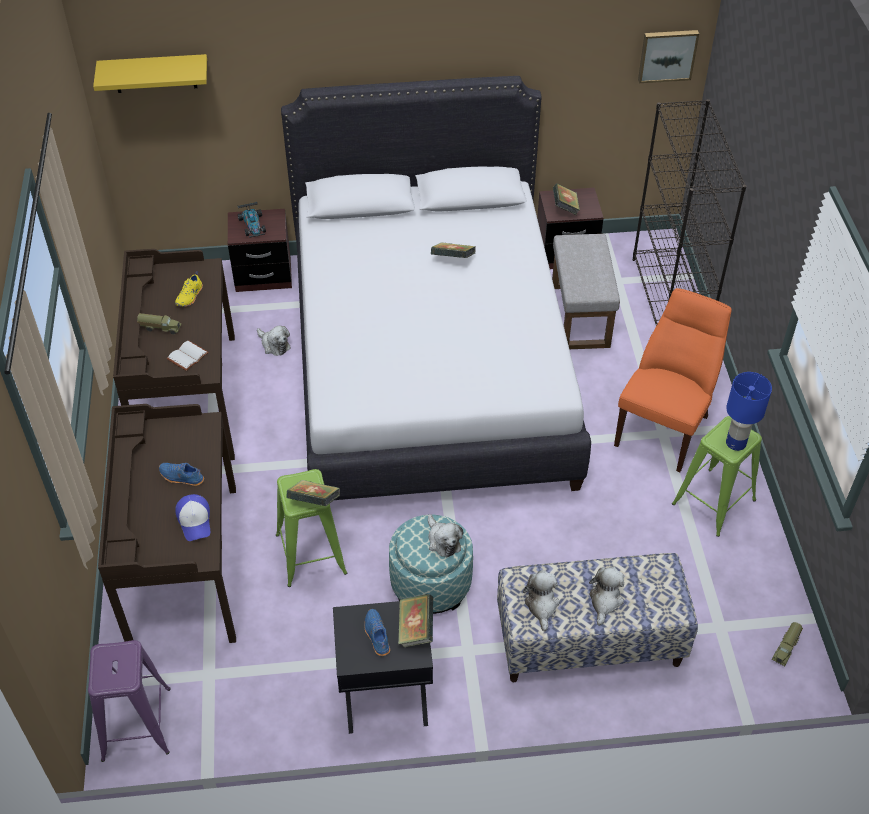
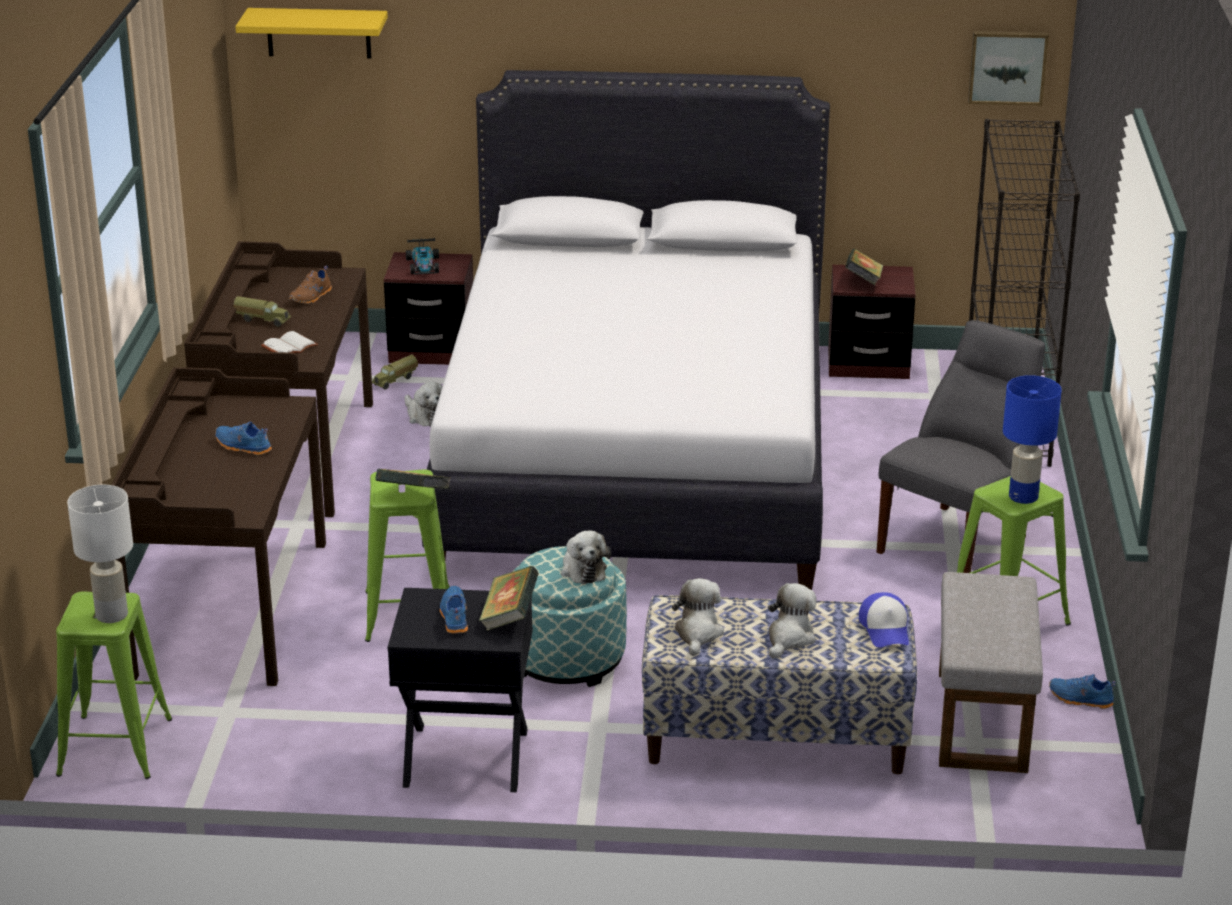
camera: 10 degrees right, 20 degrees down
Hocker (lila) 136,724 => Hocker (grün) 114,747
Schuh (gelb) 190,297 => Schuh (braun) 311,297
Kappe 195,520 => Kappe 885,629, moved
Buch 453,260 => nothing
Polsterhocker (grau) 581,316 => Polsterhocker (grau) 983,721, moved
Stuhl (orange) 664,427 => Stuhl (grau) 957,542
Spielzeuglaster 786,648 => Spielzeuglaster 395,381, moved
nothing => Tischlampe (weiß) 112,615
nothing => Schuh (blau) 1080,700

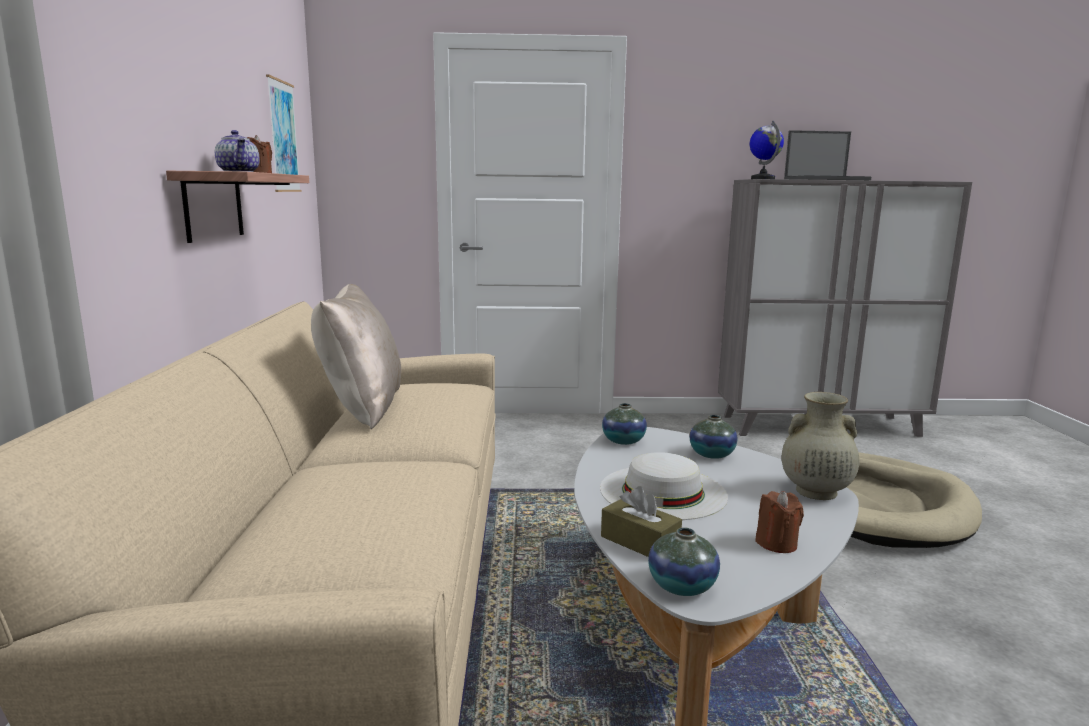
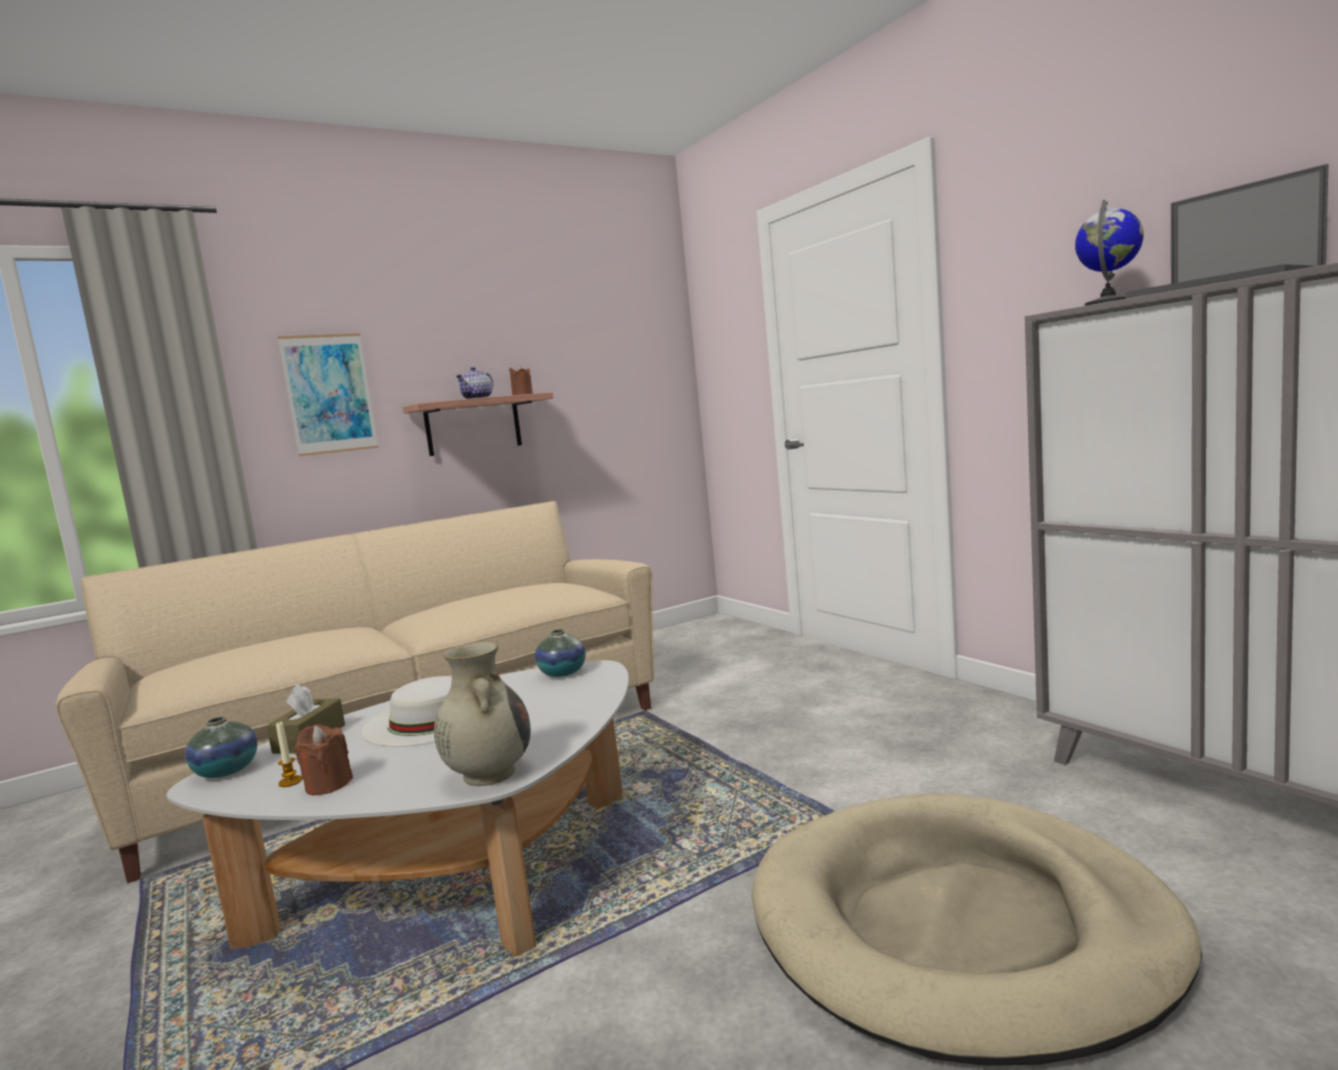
camera: 60 degrees right, 5 degrees down
Bild 283,137 => Bild 329,394, moved
Kissen (beige) 362,408 => nothing
Vase 712,454 => nothing
nothing => Kerze 290,782

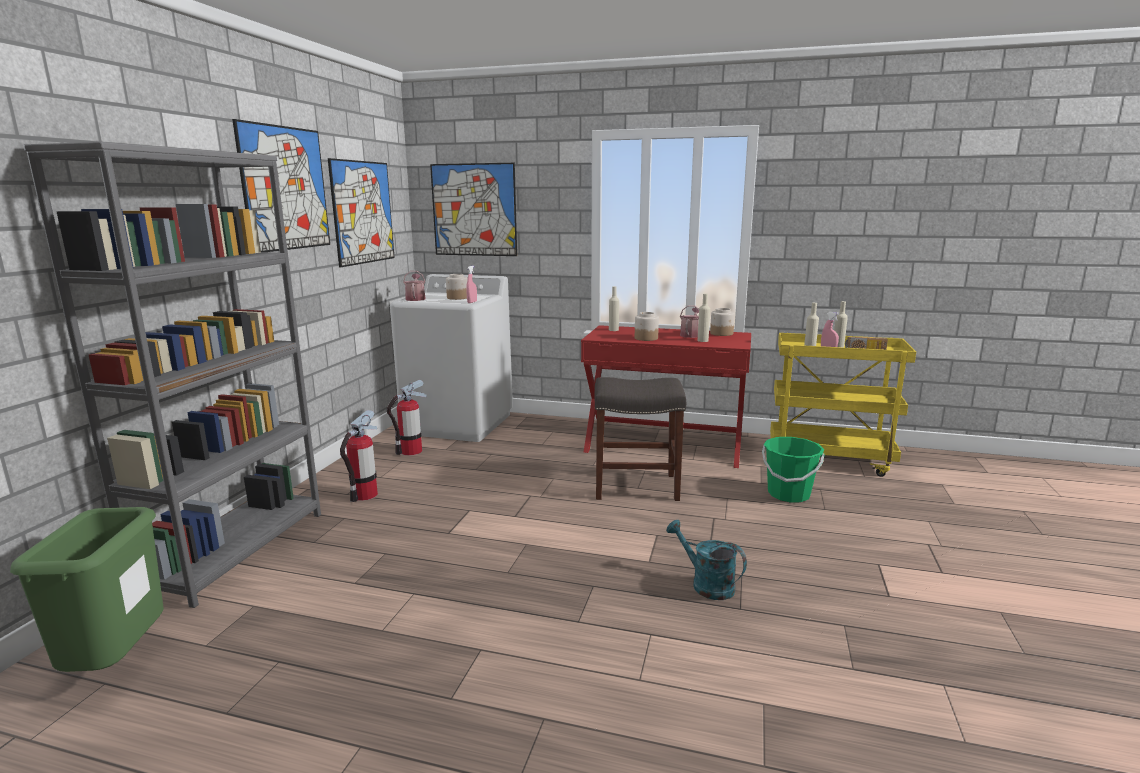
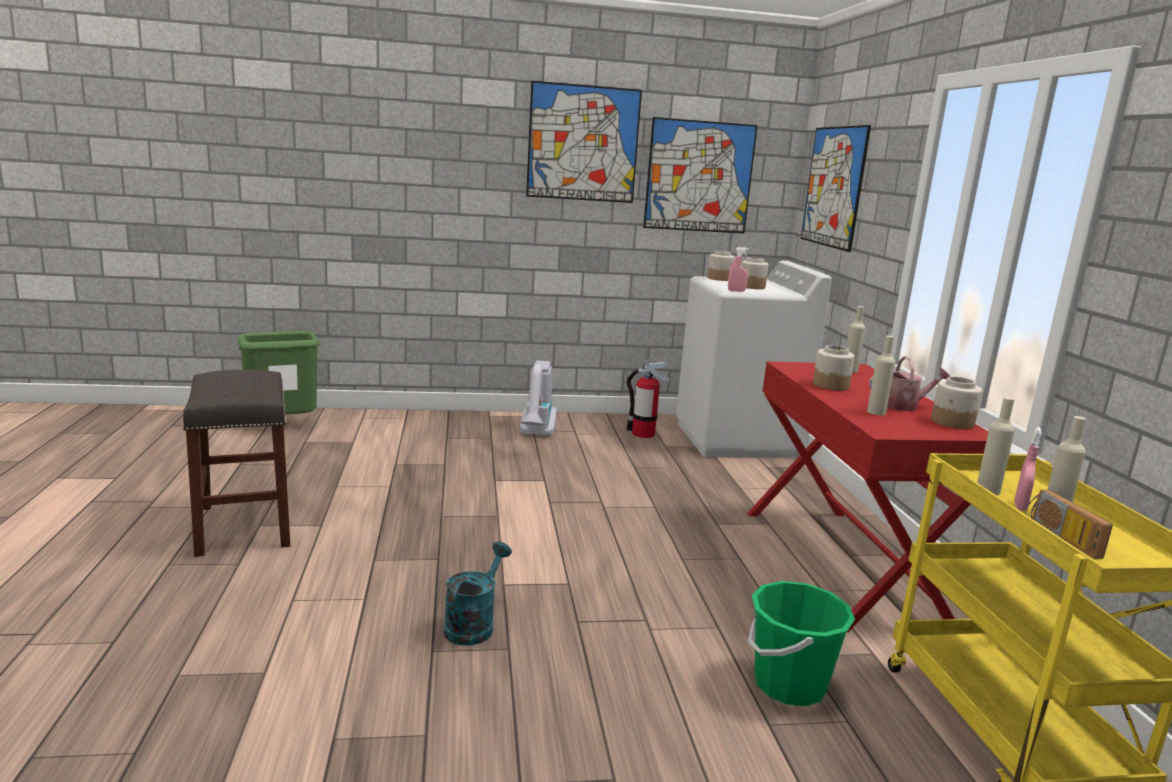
camera: 65 degrees right, 0 degrees up
Bücherregal (grau) 236,550 => nothing
Feuerlöscher 364,495 => Staubsauger 536,436
Gießkanne 415,299 => Vorratsglas 720,279
Hocker (grau) 634,487 => Hocker (grau) 243,525, moved

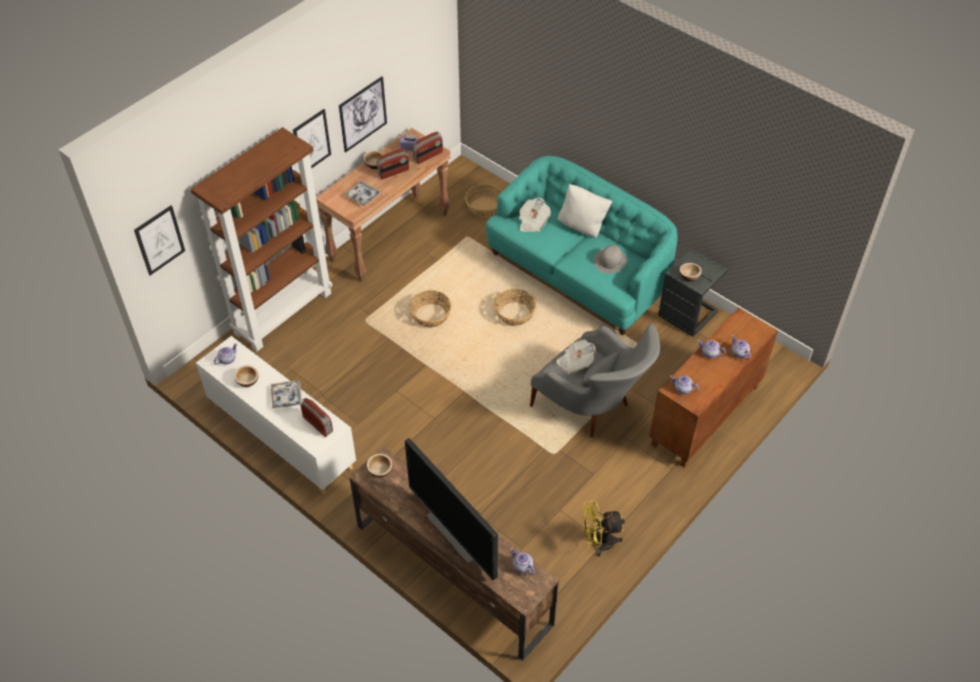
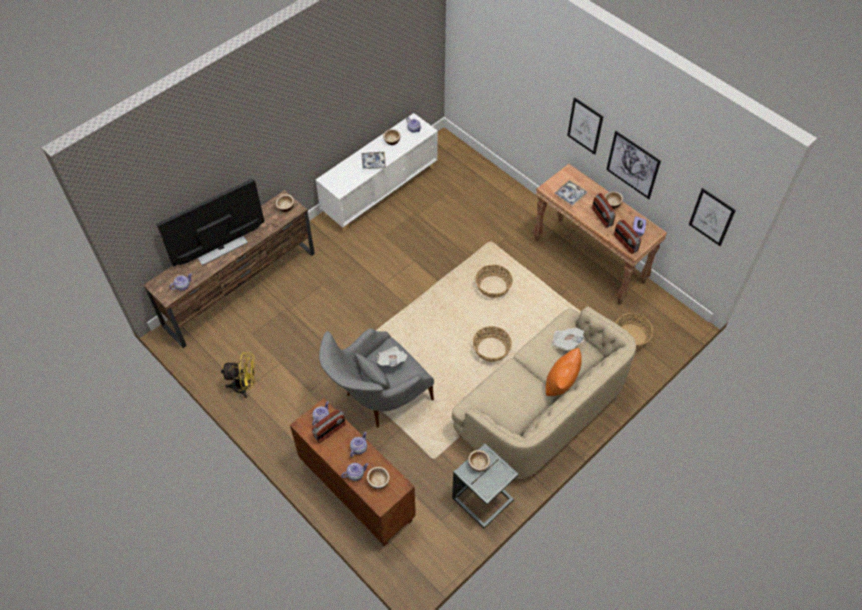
camera: 95 degrees right, 5 degrees up
Bild 159,240 => Bild 711,217, moved
Bücherregal (braun) 283,312 => nothing
Radio 318,424 => Radio 330,431, moved
Sofa (türkis) 579,273 => Sofa (beige) 541,408
Kissen (weiß) 582,227 => Kissen (orange) 561,386
Ventilator (gelb) 598,542 => Ventilator (gelb) 245,386, 90 degrees clockwise
Hut (grau) 610,261 => nothing
nothing => Schüssel 378,481

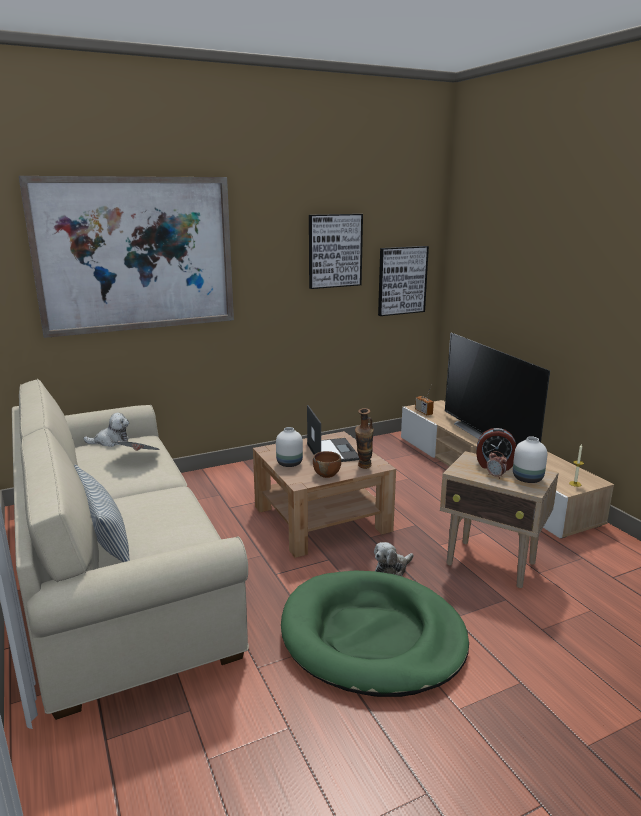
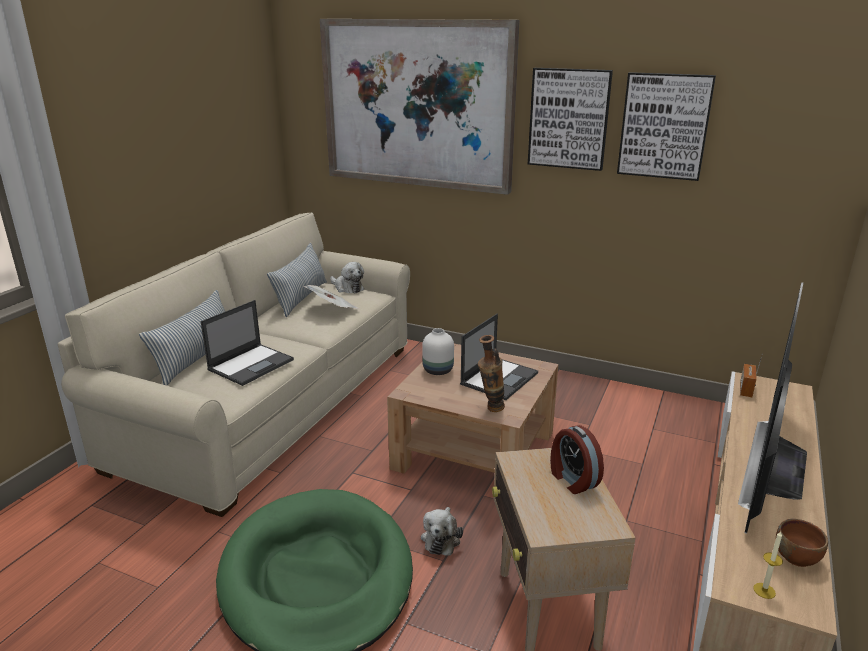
camera: 50 degrees right, 5 degrees up
Schüssel (braun) 327,474 => Schüssel (braun) 796,557, moved
Plüschtier 392,570 => Plüschtier 441,538, 90 degrees counterclockwise
Bild 402,280 => Bild 569,119, moved
Wecker 495,476 => nothing
Vase (weiß) 528,479 => nothing
nothing => Laptop 251,364
nothing => Kissen 301,298

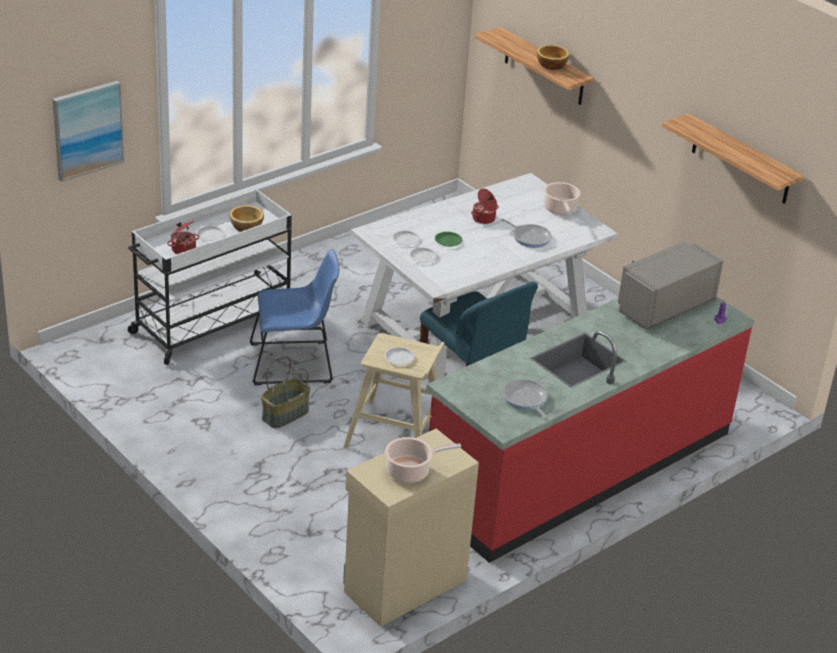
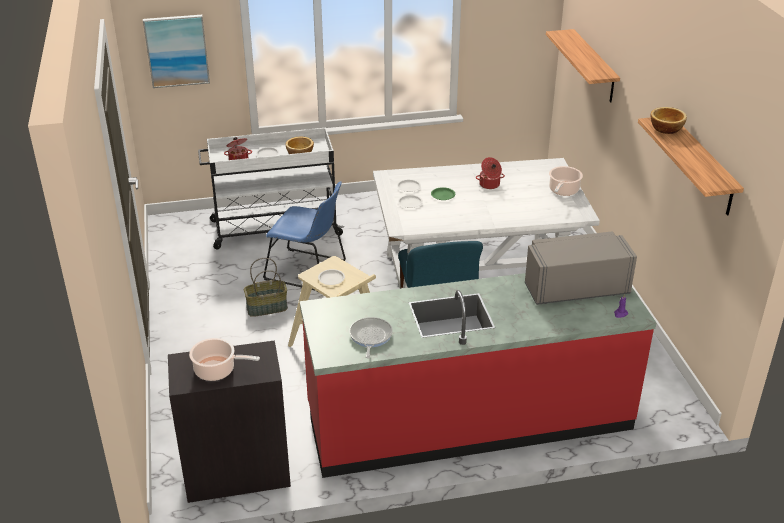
camera: 30 degrees right, 0 degrees up
Schrank (beige) 403,585 => Schrank (schwarz) 236,473
Pfanne 529,237 => nothing
Schüssel 551,65 => Schüssel 666,128, moved

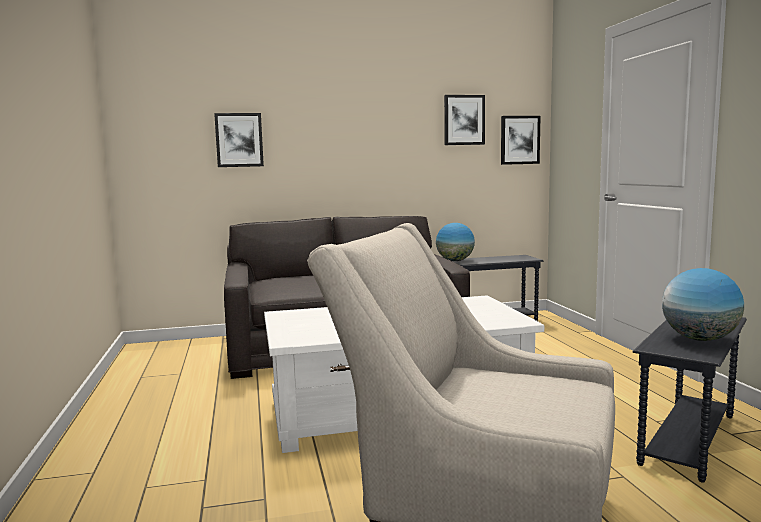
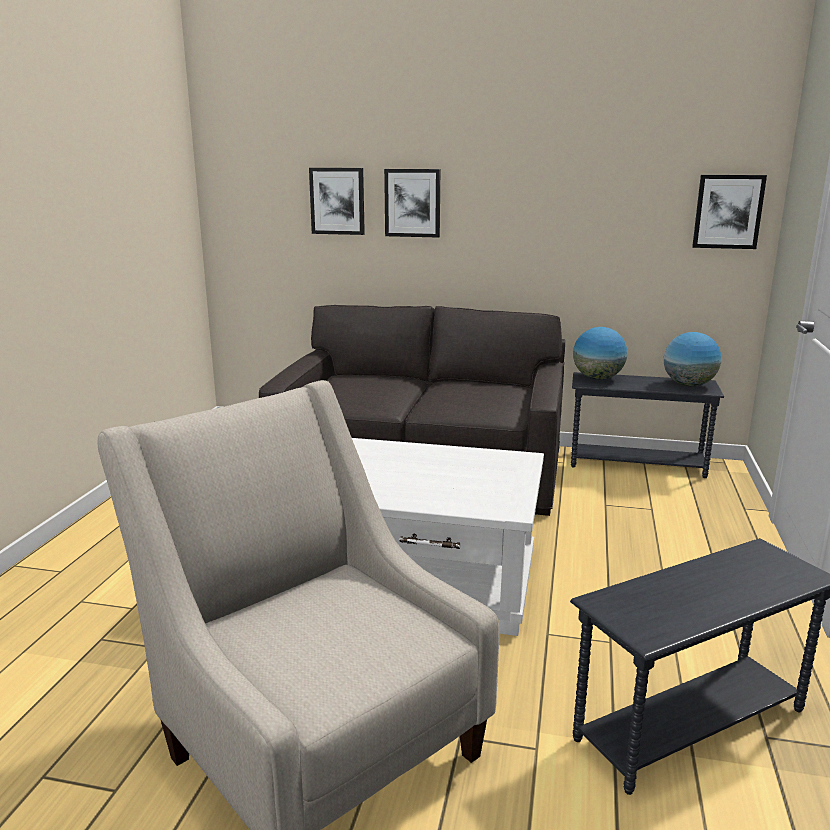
camera: 25 degrees right, 10 degrees up
Bild 464,120 => Bild 412,203, moved
Globus 699,339 => Globus 688,385, moved

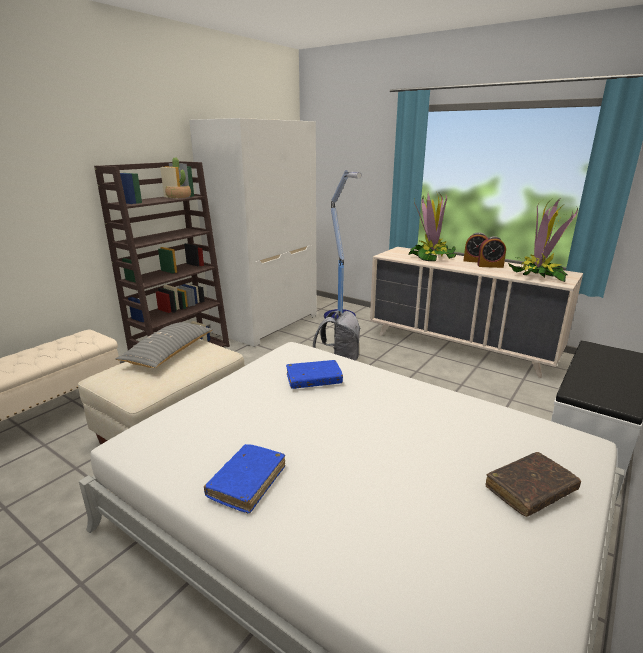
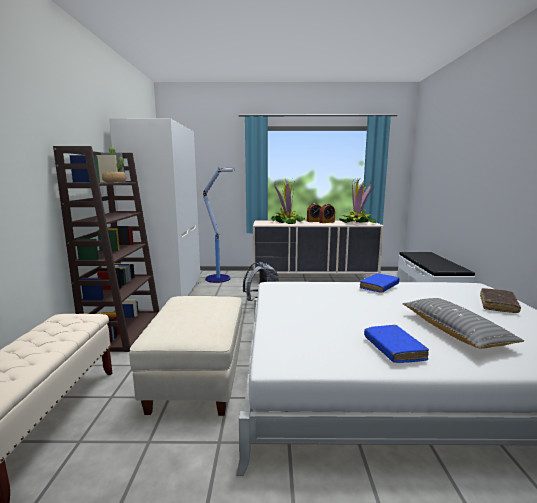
camera: 35 degrees left, 10 degrees down
Kissen (grau) 169,353 => Kissen (grau) 454,331, moved
Buch (blau) 314,380 => Buch (blau) 379,287, moved

